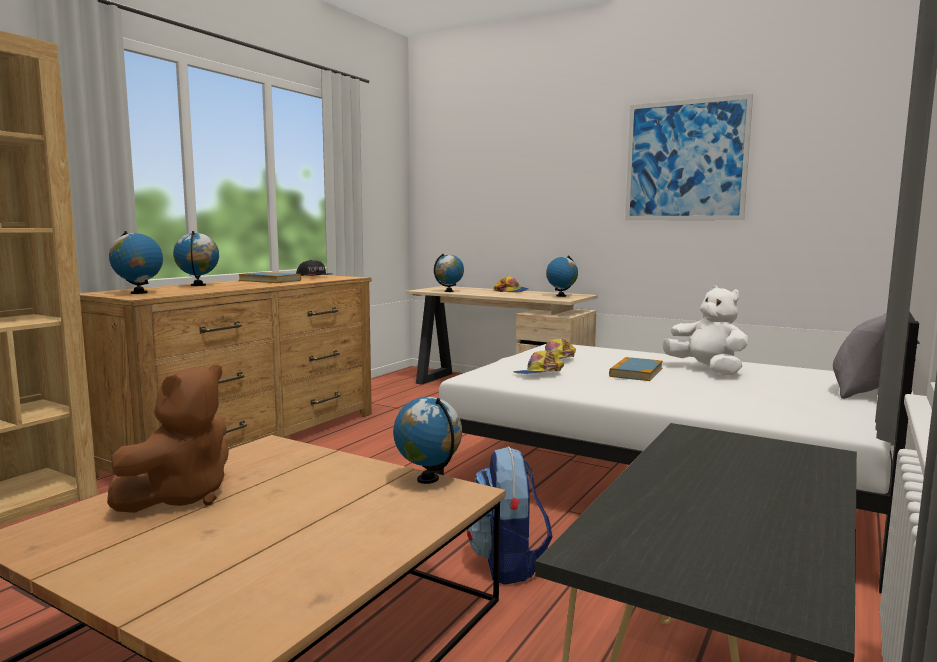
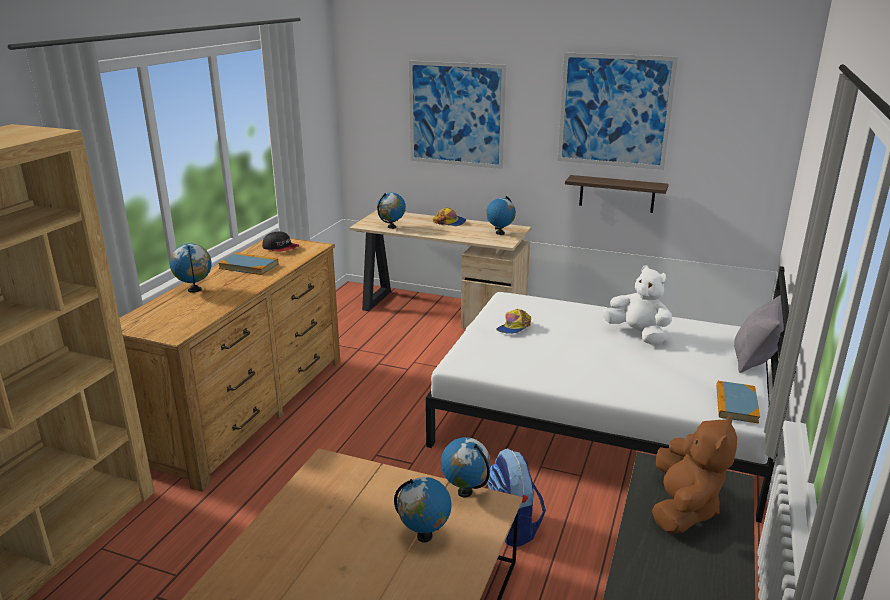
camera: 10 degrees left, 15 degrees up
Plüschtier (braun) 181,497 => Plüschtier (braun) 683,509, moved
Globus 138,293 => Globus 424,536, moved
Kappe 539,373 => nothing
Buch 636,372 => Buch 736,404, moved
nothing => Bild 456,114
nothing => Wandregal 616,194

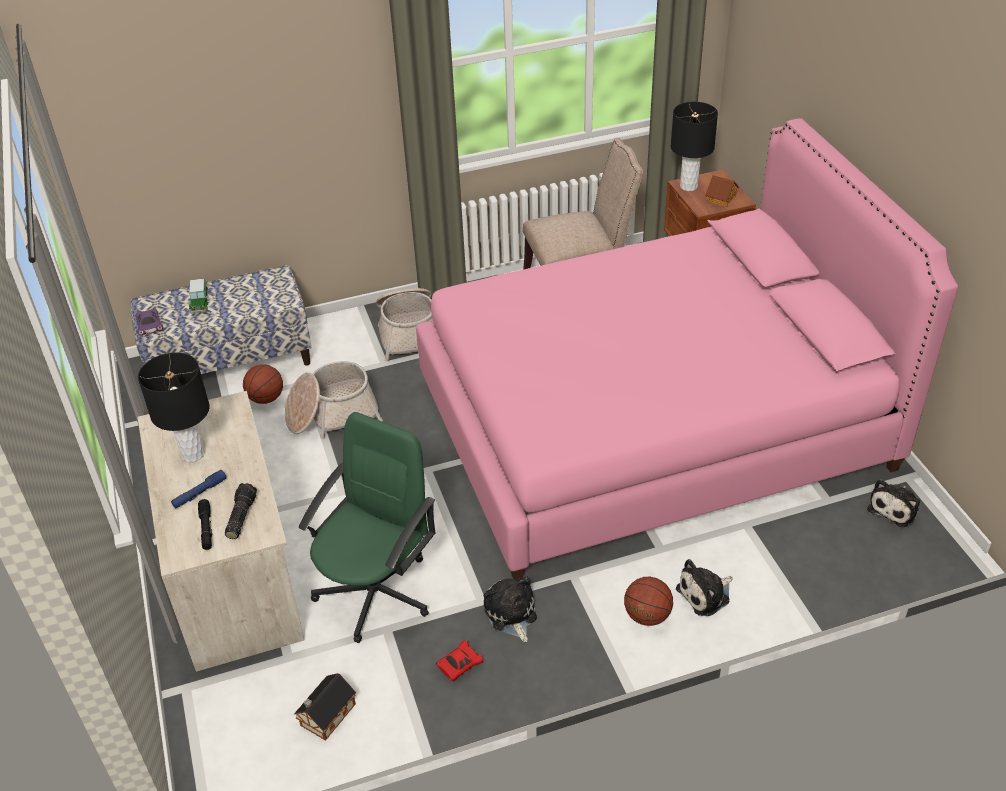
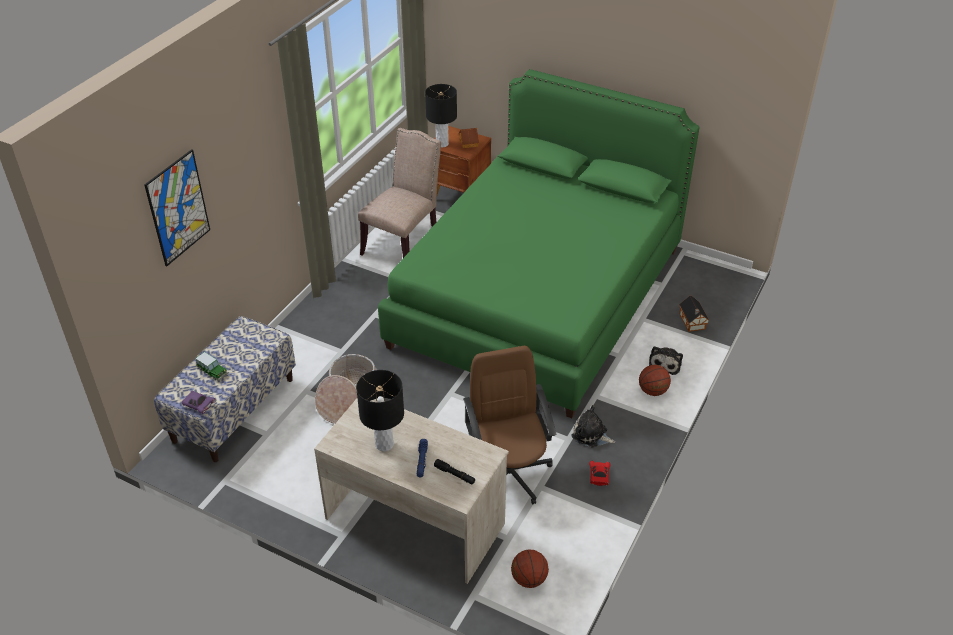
camera: 45 degrees left, 0 degrees up
Taschenlampe 240,517 => nothing
Basketball 266,398 => Basketball 529,579, moved
Spielzeughaus 326,716 => Spielzeughaus 692,322, moved
Bürostuhl (grün) 376,591 => Bürostuhl (braun) 509,472
Korb 409,332 => nothing
Bett (rosa) 651,425 => Bett (grün) 538,297
Plüschtier 894,508 => nothing
nothing => Bild 178,208

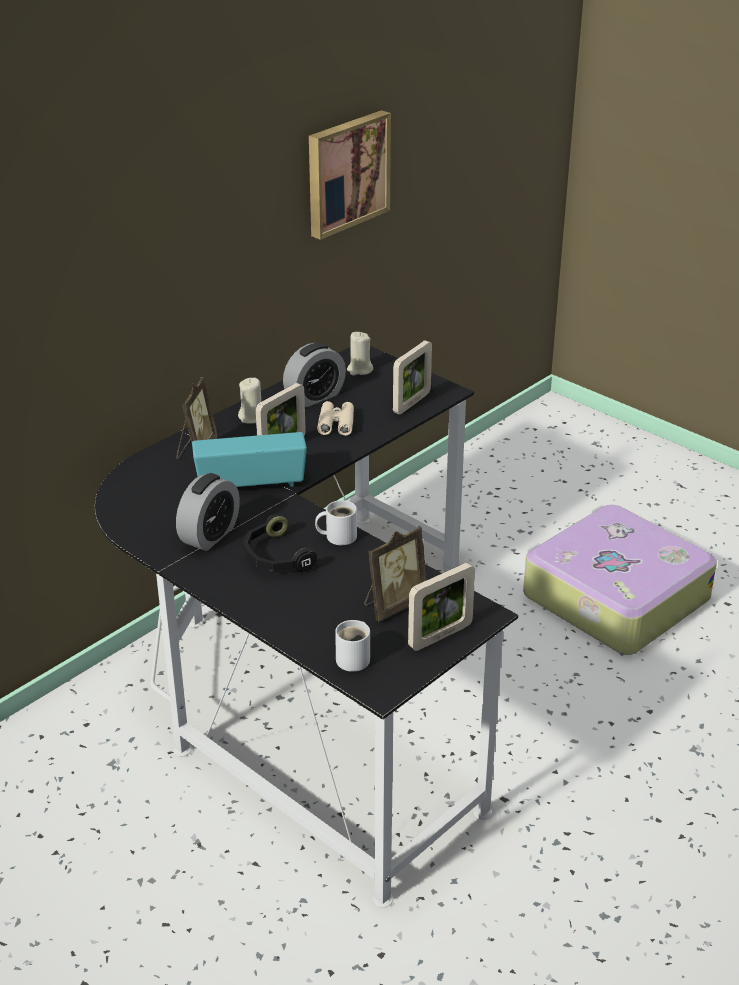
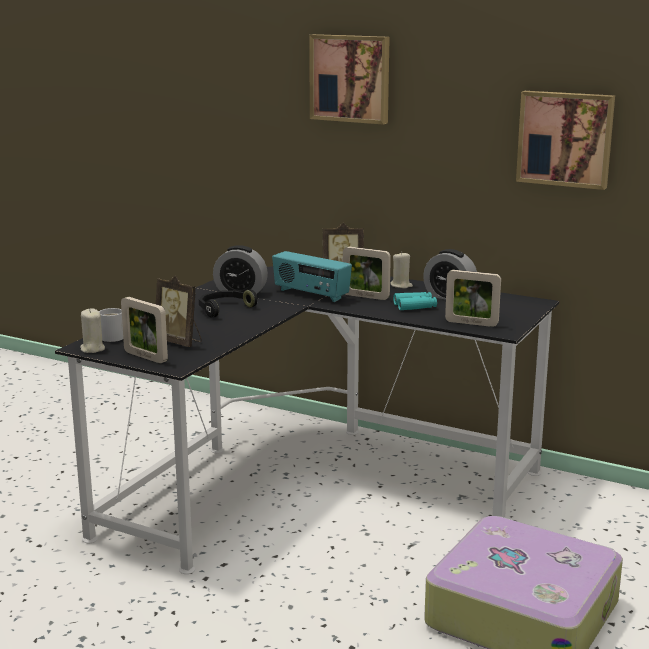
camera: 75 degrees right, 15 degrees down
Radio 251,484 => Radio 311,294, 150 degrees clockwise
Henkelbecher (weiß) 338,536 => nothing
Fernglas (beige) 336,423 => Fernglas (türkis) 415,306
Kerze (beige) 359,370 => Kerze (beige) 92,349, moved
nothing => Bild 350,78

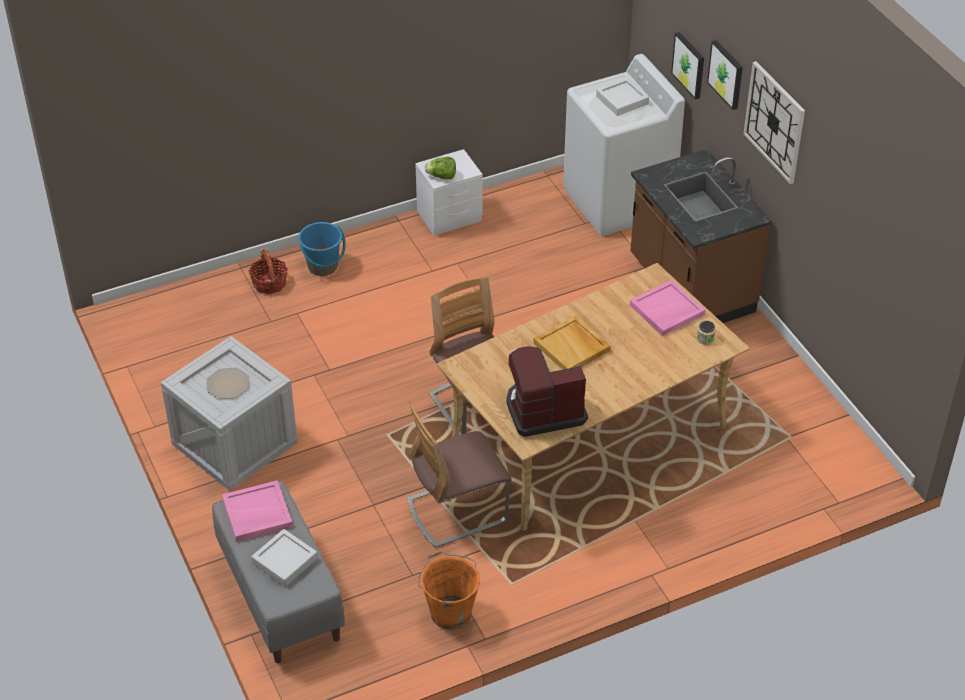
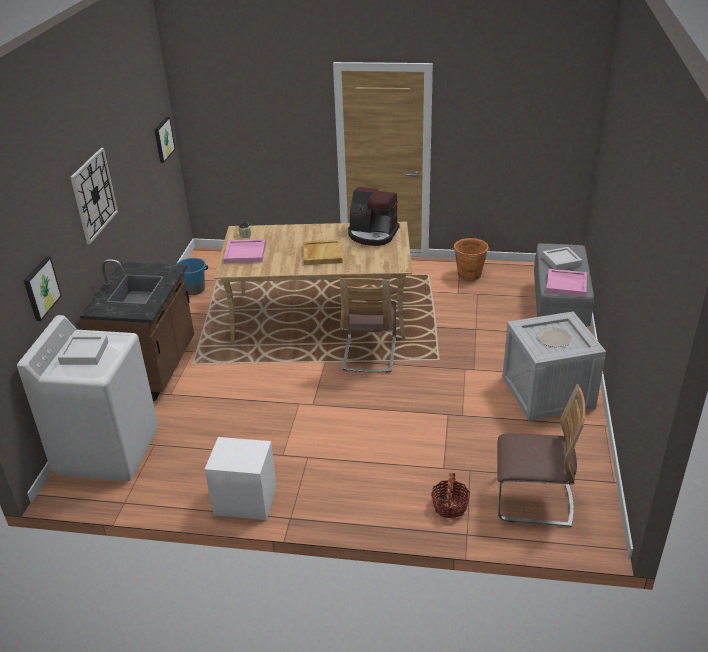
camera: 145 degrees left, 10 degrees down
Eimer (blau) 323,266 => Eimer (blau) 194,289, moved
Stuhl 457,510 => Stuhl 533,500, moved
Salatkopf 442,176 => nothing
Bild 726,74 => Bild 163,139, moved

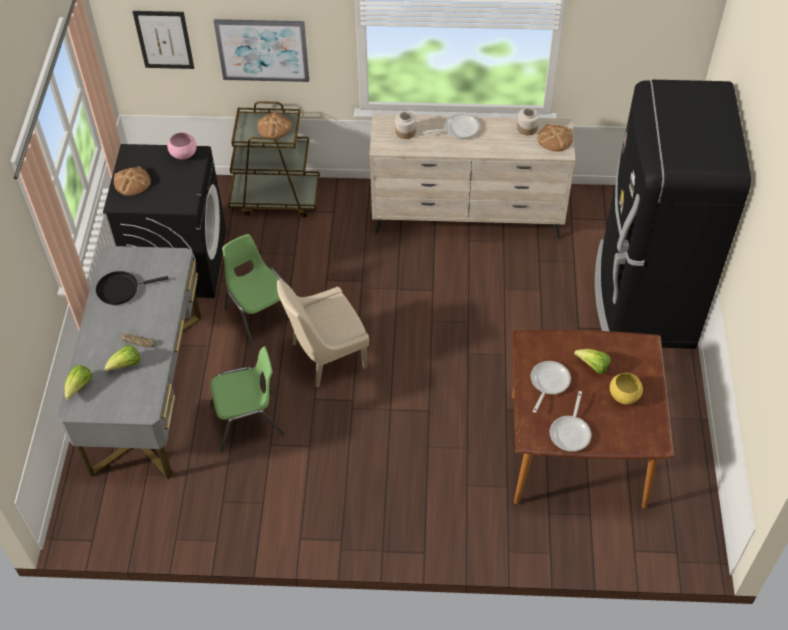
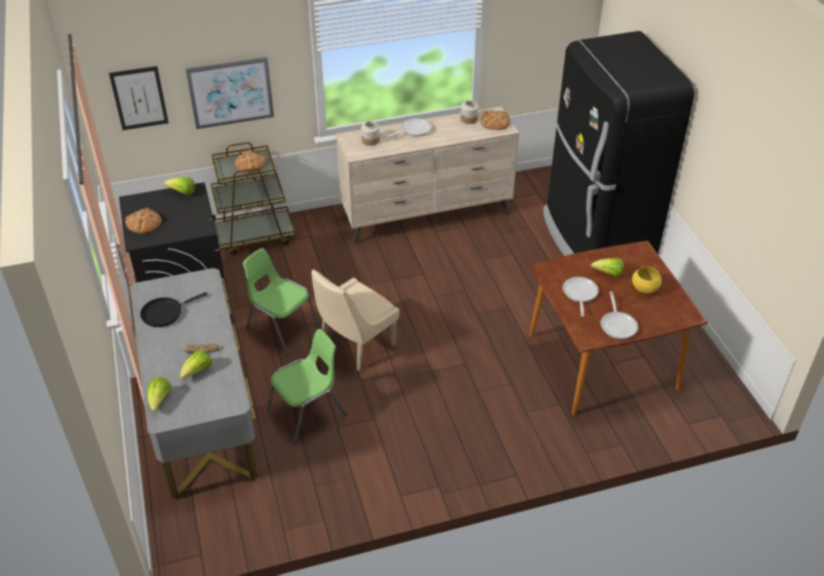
camera: 20 degrees left, 10 degrees down
Schüssel (rosa) 183,154 => Salatkopf 182,192

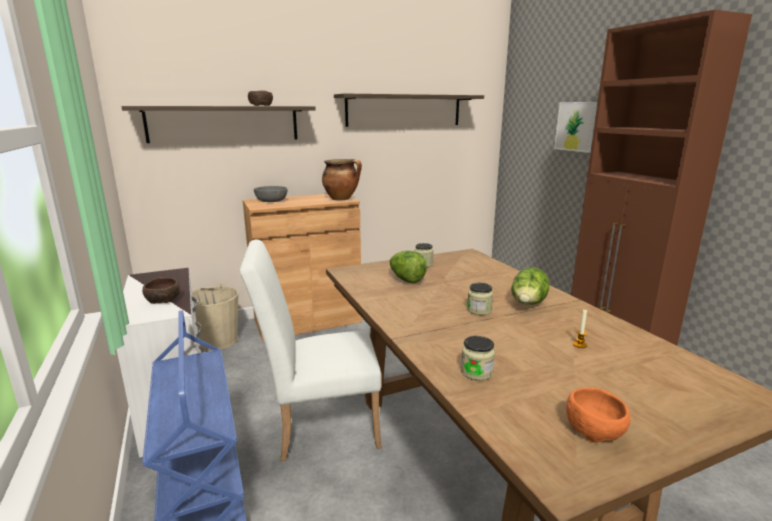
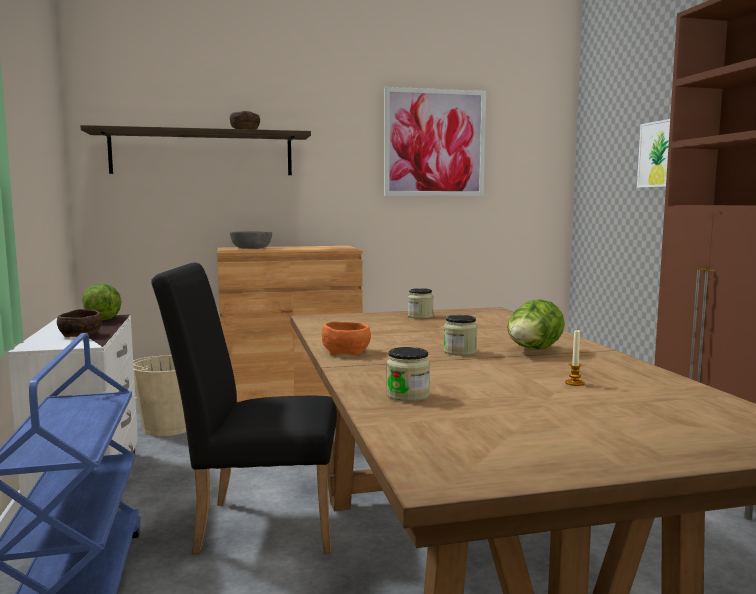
camera: 10 degrees right, 10 degrees down
Stuhl (weiß) 319,428 => Stuhl (schwarz) 257,525
Kochtopf 342,199 => nothing
Wandregal 404,110 => Bild 434,143
Salatkopf 406,280 => Salatkopf 102,318, moved
Schüssel (orange) 594,428 => Schüssel (orange) 347,351, moved

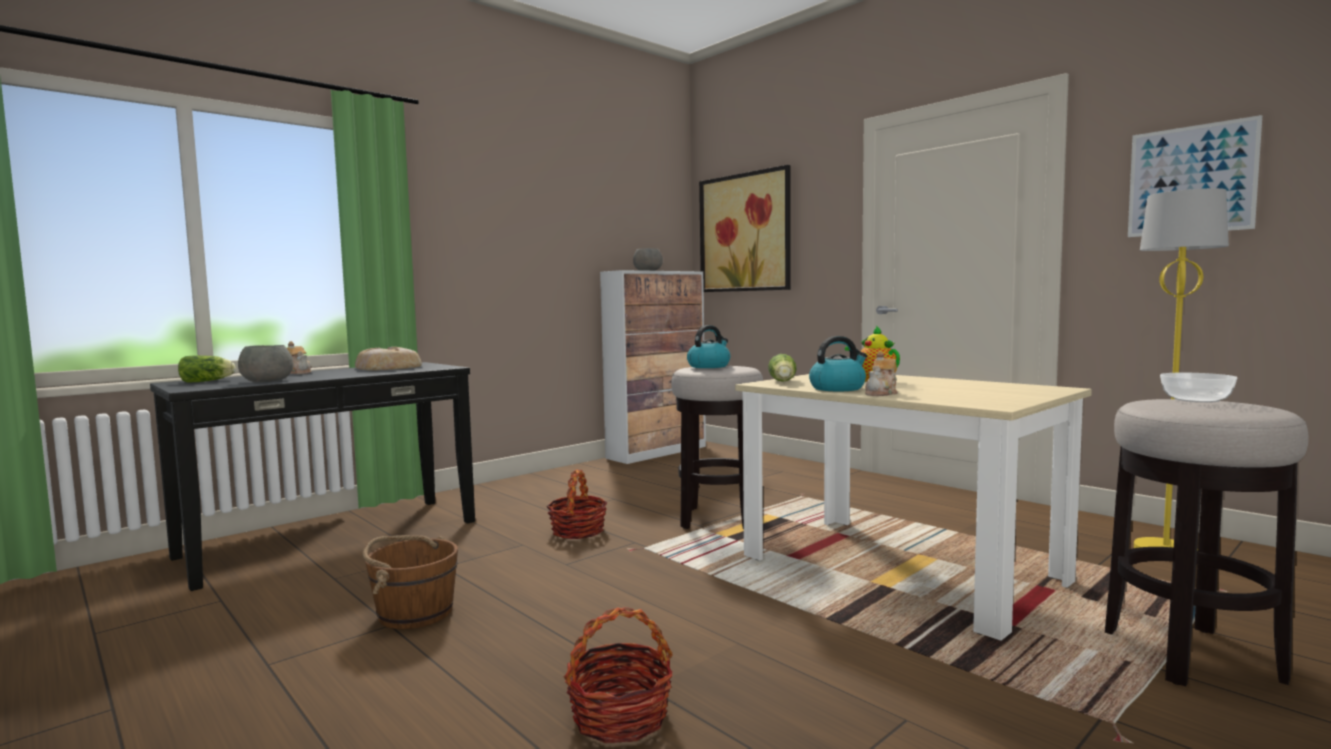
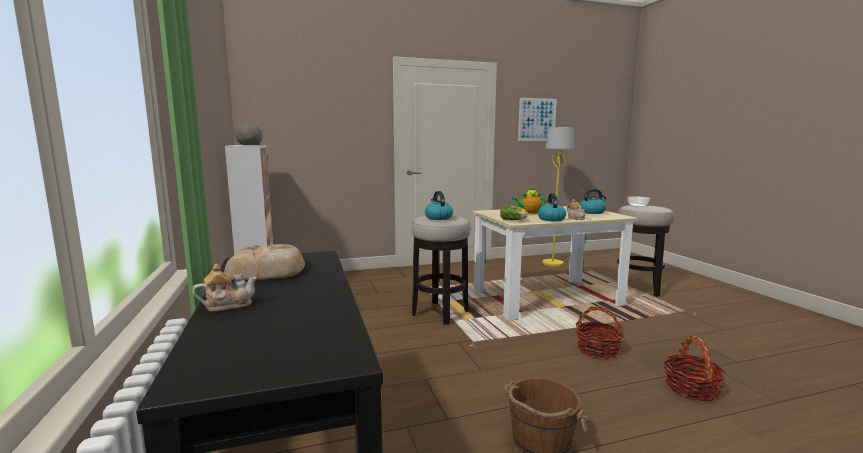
camera: 65 degrees left, 5 degrees up
Salatkopf 208,381 => nothing
Schüssel (grau) 266,381 => nothing
Korb 578,531 => Korb 597,350, moved
Bild 745,233 => nothing
nothing => Wasserkessel 592,212

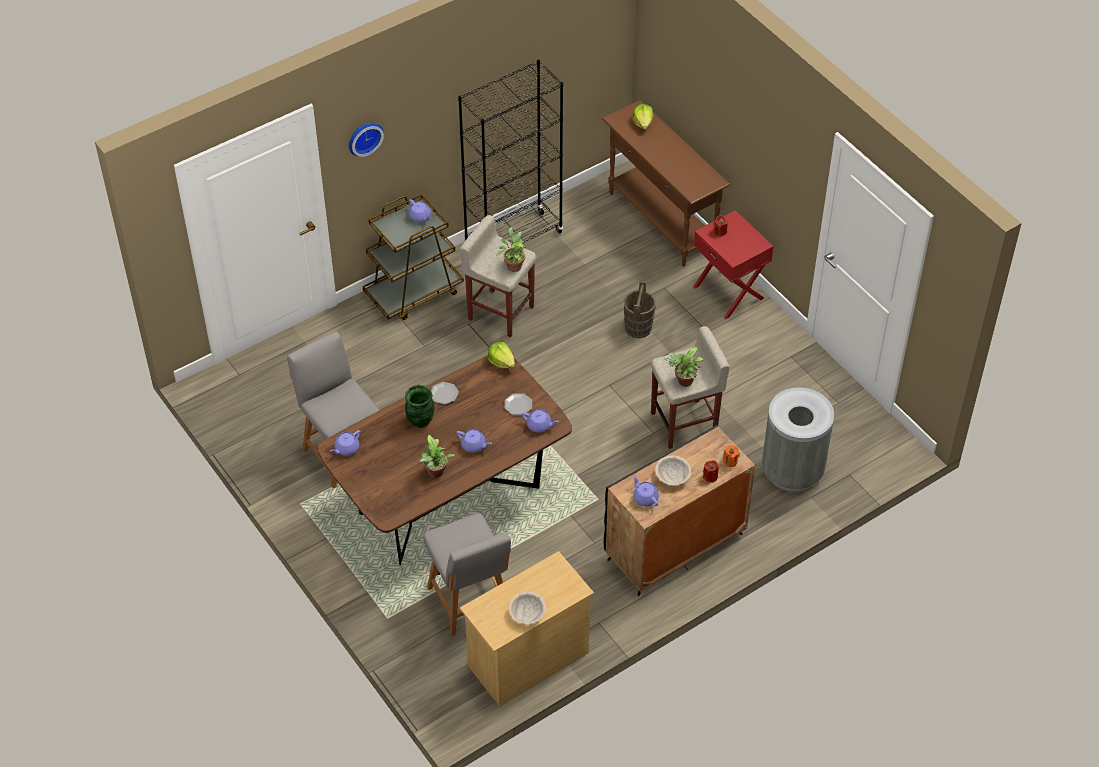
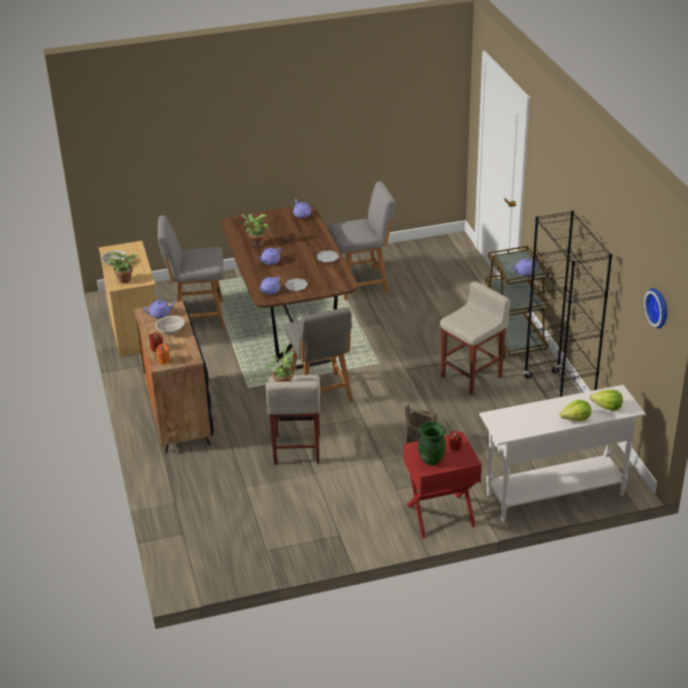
camera: 110 degrees right, 15 degrees down
Wanduhr 364,137 => Wanduhr 659,307, moved
Vase (grün) 420,421 => Vase (grün) 431,460, moved
Salatkopf 501,361 => Salatkopf 576,419, moved
Topfpflanze 513,265 => Topfpflanze 126,280, moved
Konsolentisch (braun) 661,222 => Konsolentisch (weiß) 554,494
Mülleimer (grau) 792,472 => nothing
nothing => Stuhl (grau) 321,394

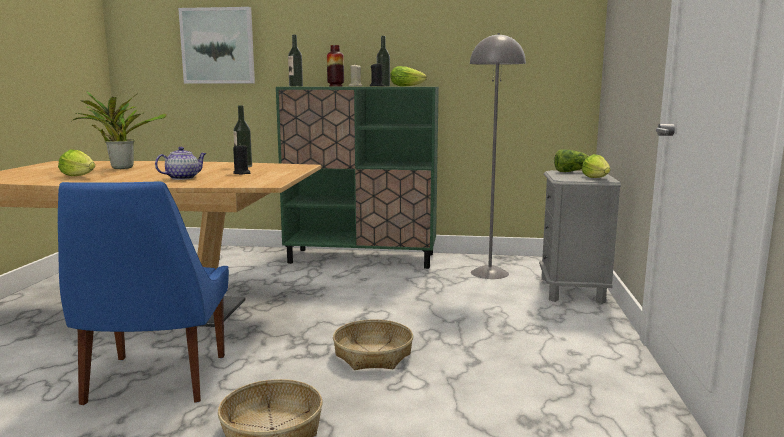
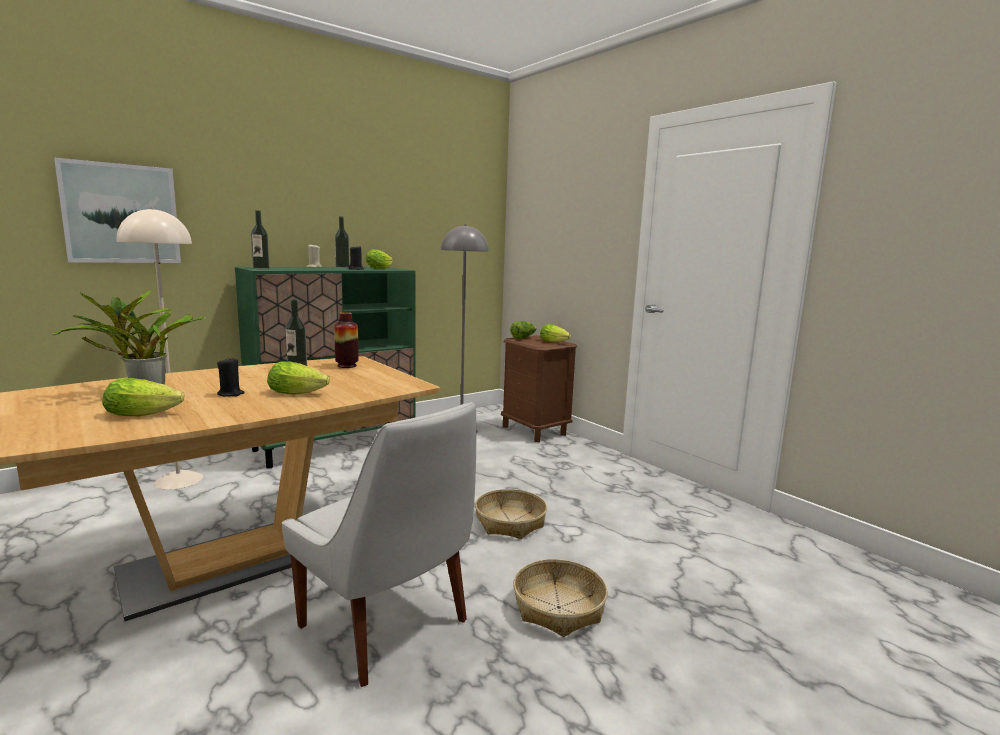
camera: 45 degrees left, 0 degrees up
Stuhl (blau) 155,381 => Stuhl (weiß) 388,626
Teekanne 183,178 => Salatkopf 300,393
Kerze (schwarz) 242,173 => Kerze (schwarz) 230,394, moved
Vase 335,86 => Vase 347,366, moved
Nachttisch (grau) 572,290 => Nachttisch (braun) 534,430
nothing => Stehlampe (beige) 179,480

